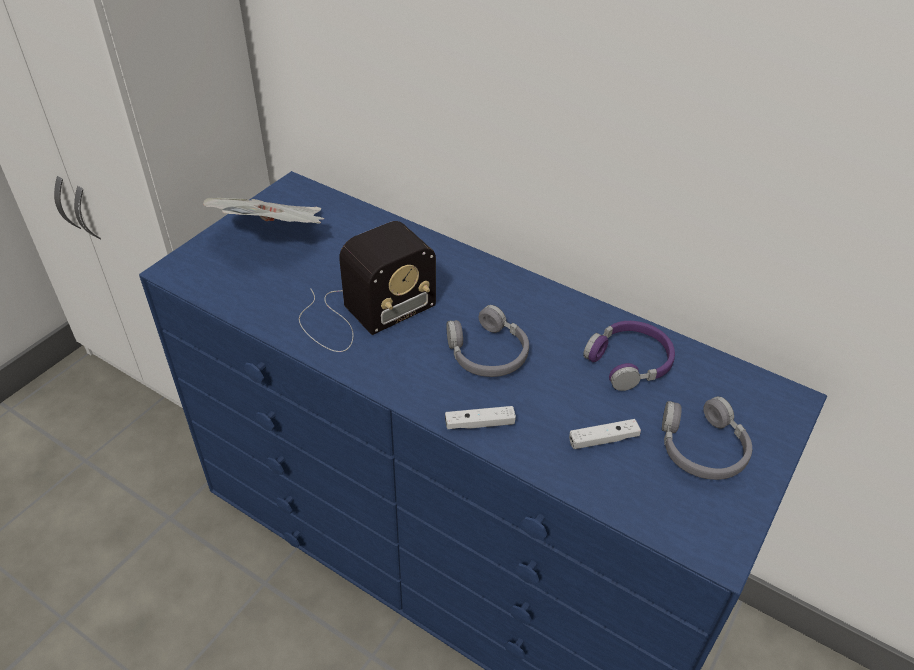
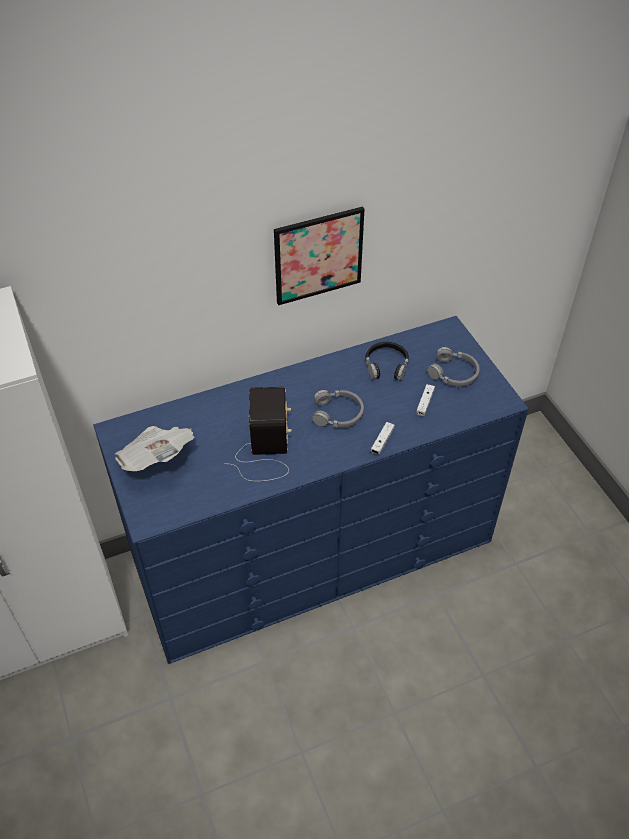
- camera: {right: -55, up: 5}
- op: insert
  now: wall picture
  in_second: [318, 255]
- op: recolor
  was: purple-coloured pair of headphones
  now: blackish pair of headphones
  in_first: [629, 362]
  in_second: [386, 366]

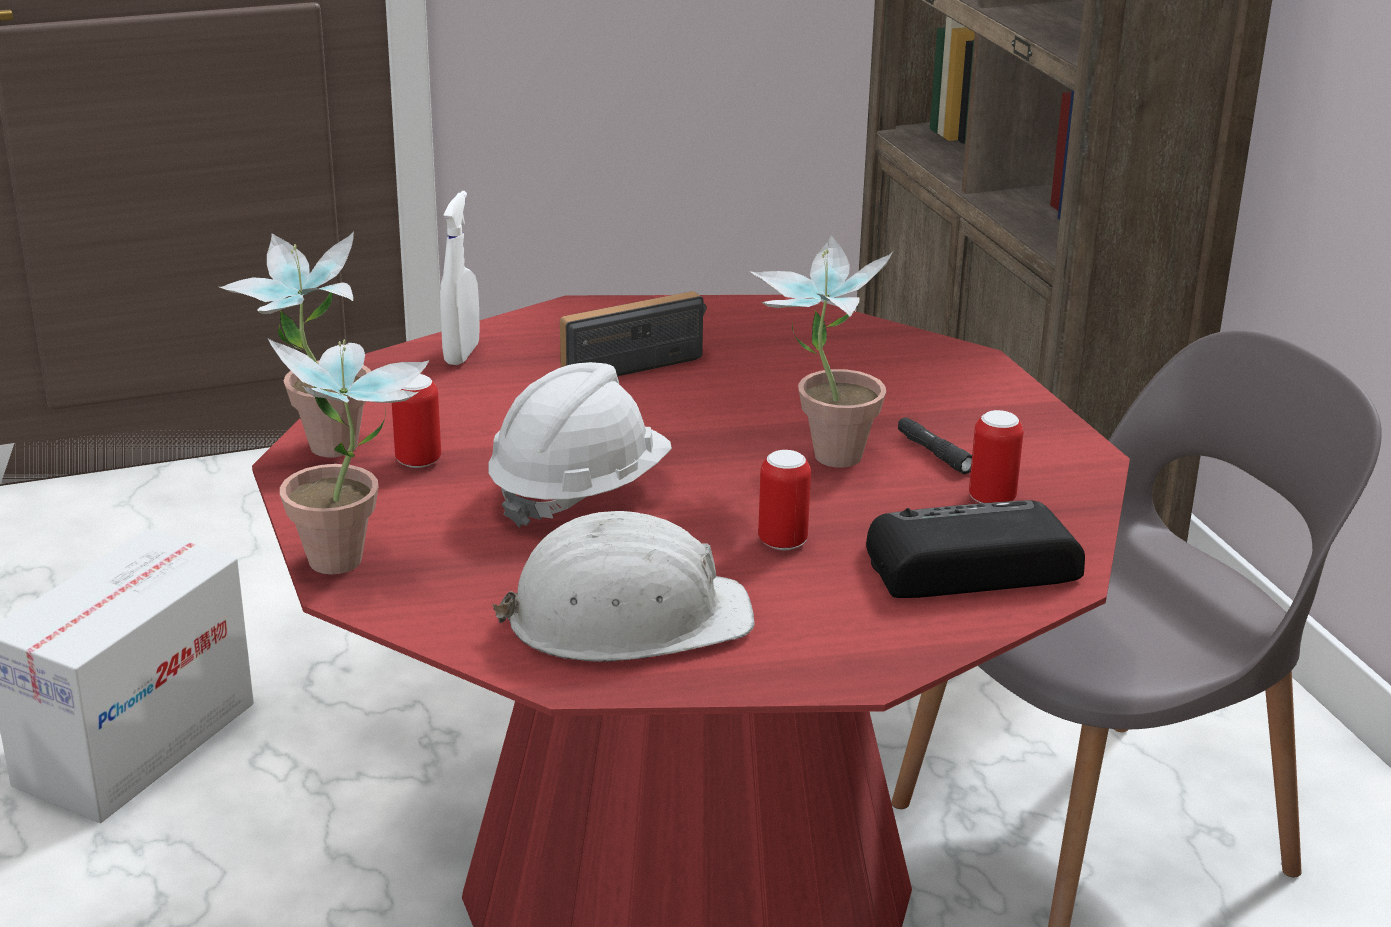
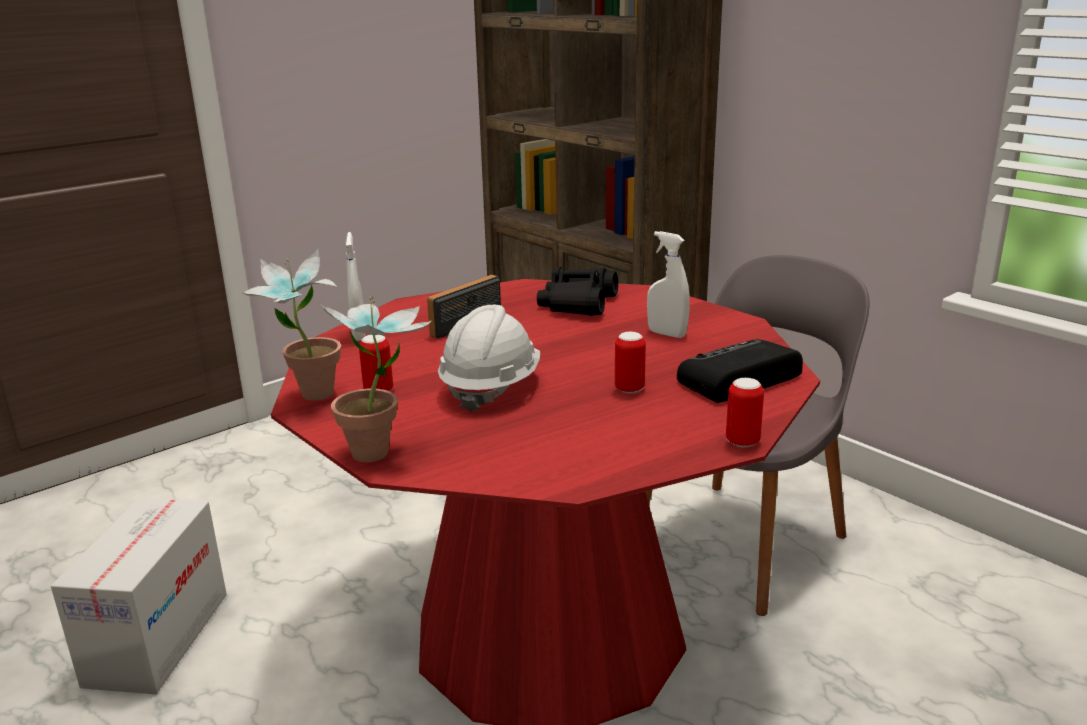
- camera: {right: -20, up: -5}
- op: insert
  now: blackish field glasses
  in_second: [578, 304]
- op: replace
  was: blackish hand torch
  now: white-coloured spray bottle
  in_first: [933, 453]
  in_second: [667, 334]
- op: move
  was: can
  in_first: [992, 499]
  in_second: [742, 442]
- op: delete
  was: white-coloured work helmet
  in_first: [626, 618]
- op: delete
  was: houseplant
  in_first: [819, 455]

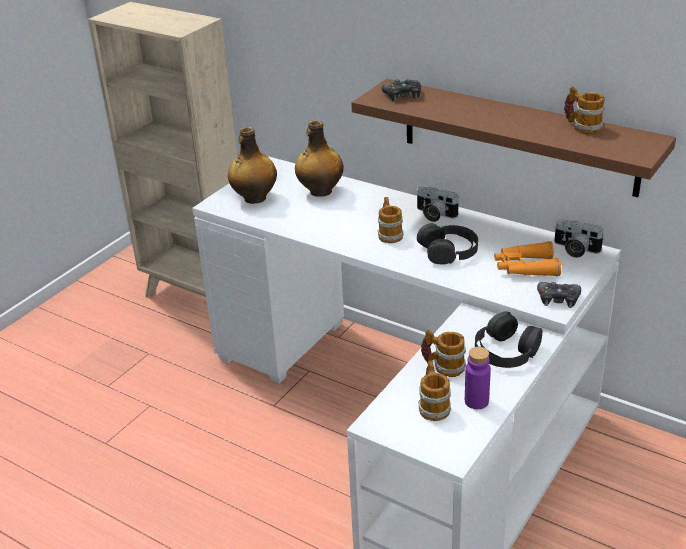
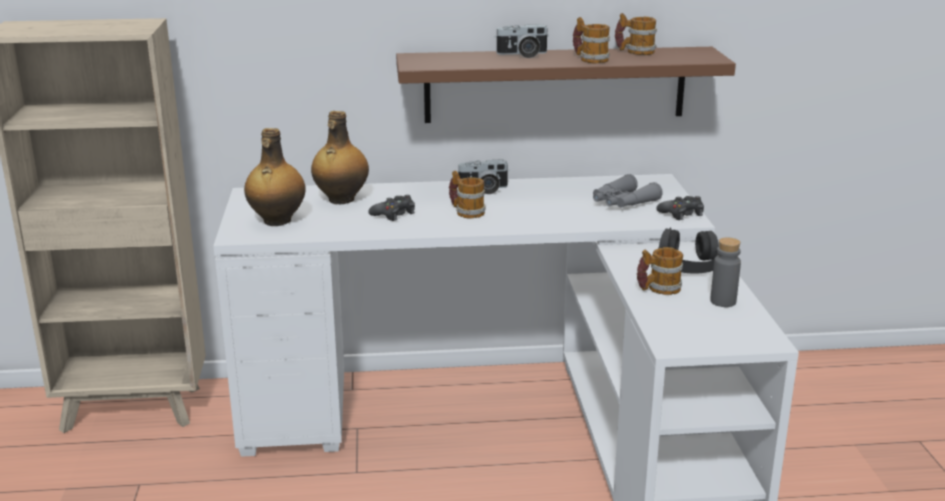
- camera: {right: -40, up: -10}
- op: move
  was: blackish gamepad
  in_first: [402, 95]
  in_second: [394, 214]
- op: move
  was: still camera
  in_first: [575, 249]
  in_second: [522, 55]
- op: move
  was: coffee mug
  in_first: [433, 406]
  in_second: [589, 59]
- op: recolor
  was: orange-coloured field glasses
  now: greyish field glasses
  in_first: [525, 268]
  in_second: [622, 202]
- op: recolor
  was: purple-coloured drink bottle
  now: greyish drink bottle
  in_first: [476, 401]
  in_second: [723, 301]
- op: delete
  was: blackish pair of headphones
  in_first: [449, 251]

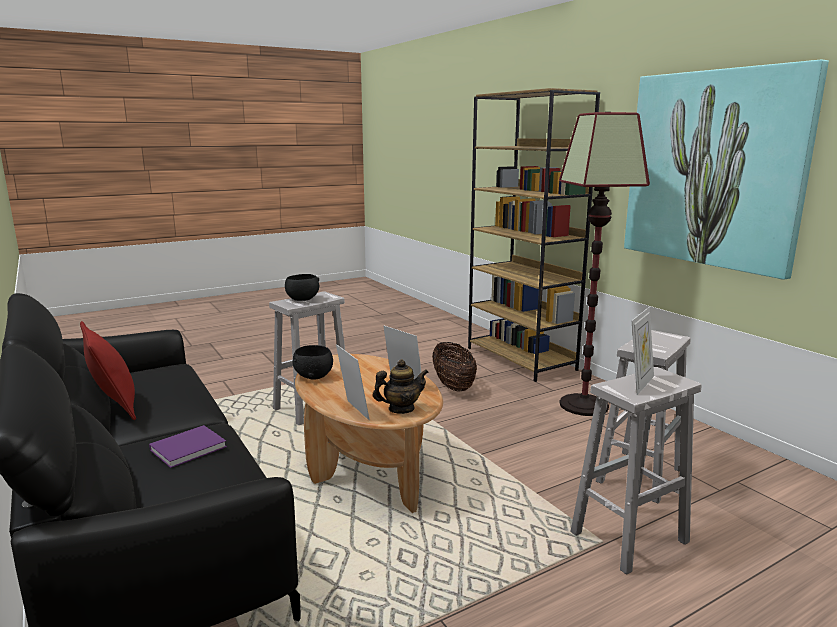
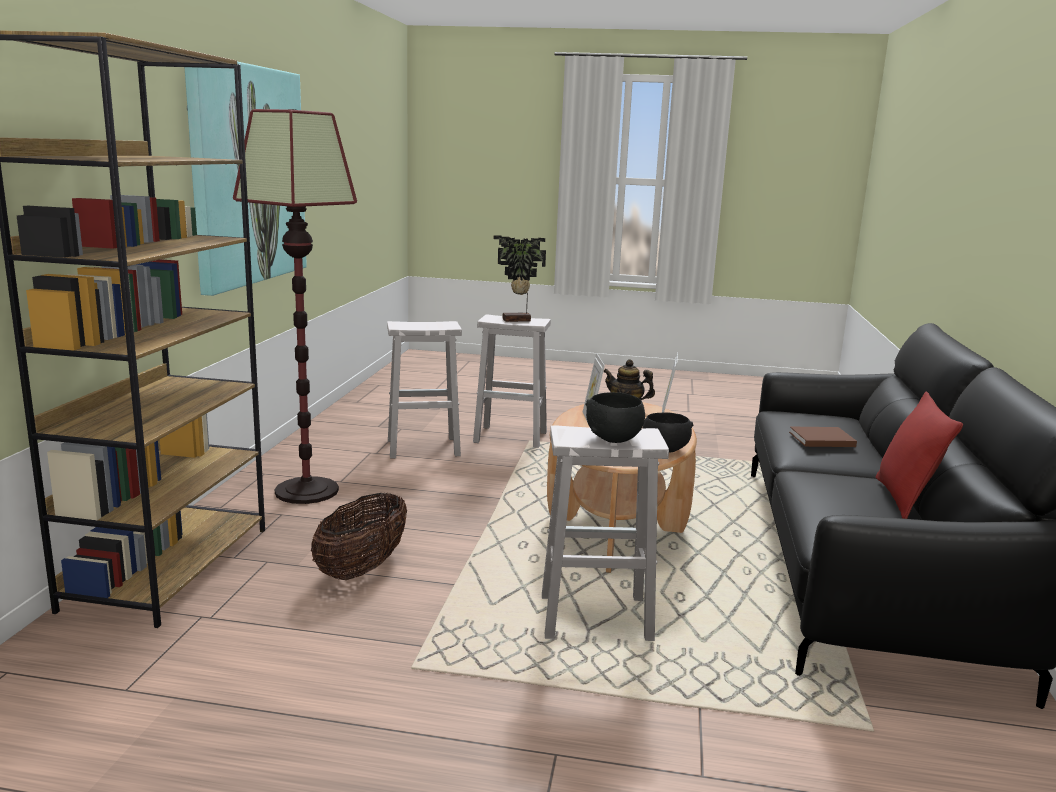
- camera: {right: -140, up: 0}
- op: replace
  was: photo frame
  now: houseplant
  in_first: [639, 383]
  in_second: [517, 320]
- op: recolor
  was: purple-coloured bound book
  now: brownish bound book
  in_first: [190, 447]
  in_second: [820, 439]

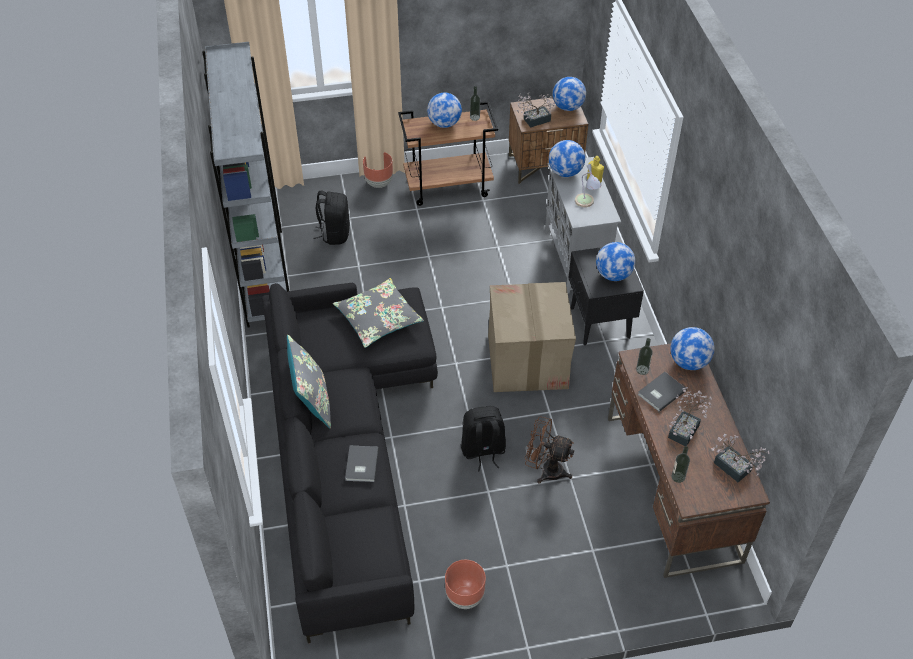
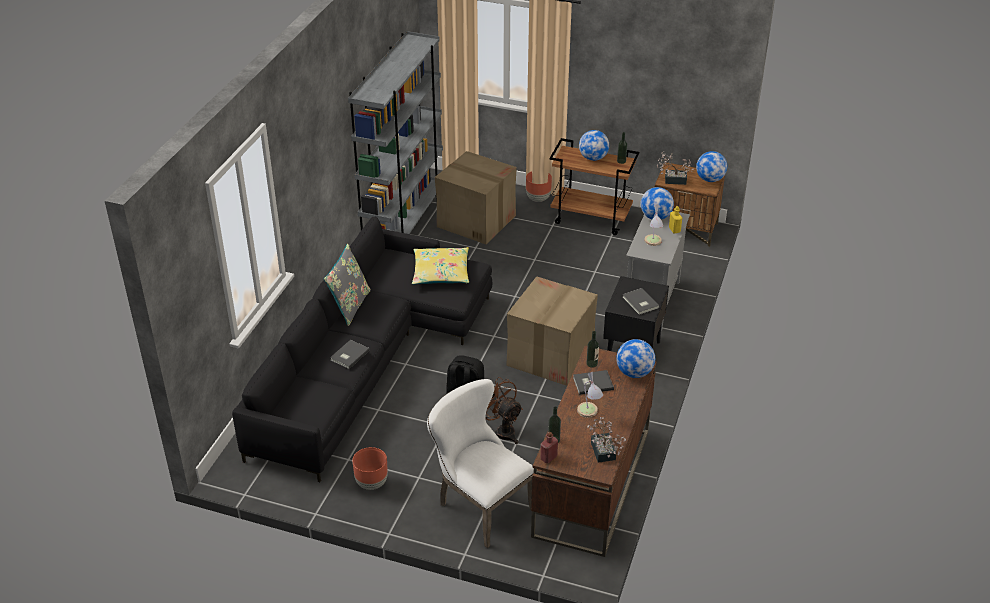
- camera: {right: 30, up: -10}
- op: recolor
  was: greyish throw pillow
  now: yellow throw pillow
  in_first: [378, 319]
  in_second: [441, 272]
- op: insert
  now: white-coloured plain chair
  in_second: [480, 505]
- op: replace
  was: blackish backpack
  now: carton
  in_first: [334, 234]
  in_second: [476, 221]
- op: insert
  now: reddish drink bottle
  in_second: [548, 458]
- op: replace
  was: houseplant
  now: table lamp
  in_first: [685, 429]
  in_second: [589, 413]
- op: replace
  was: globe
  now: greyish bound book
  in_first: [613, 275]
  in_second: [640, 303]

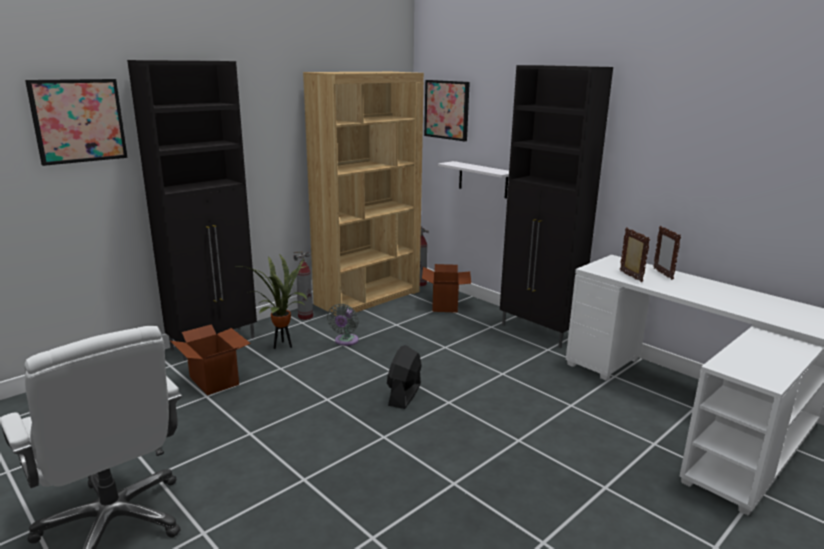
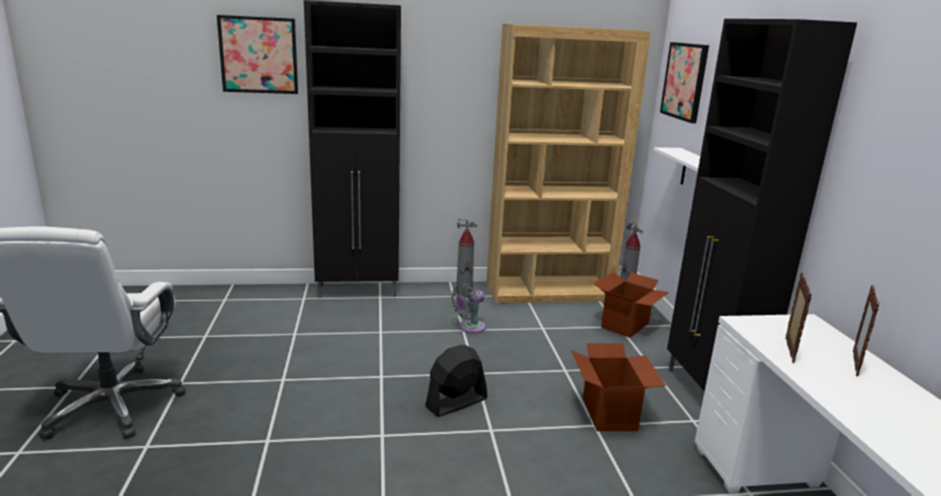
- camera: {right: 35, up: 0}
- op: move
  was: carton
  in_first: [215, 380]
  in_second: [610, 414]
- op: delete
  was: houseplant
  in_first: [281, 346]

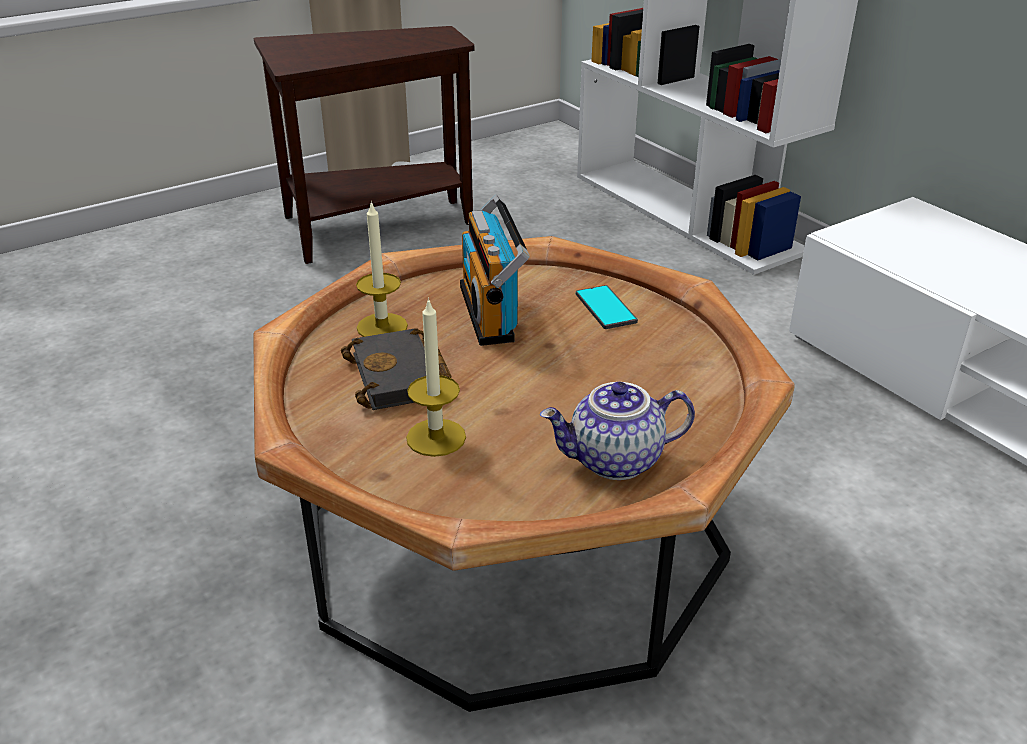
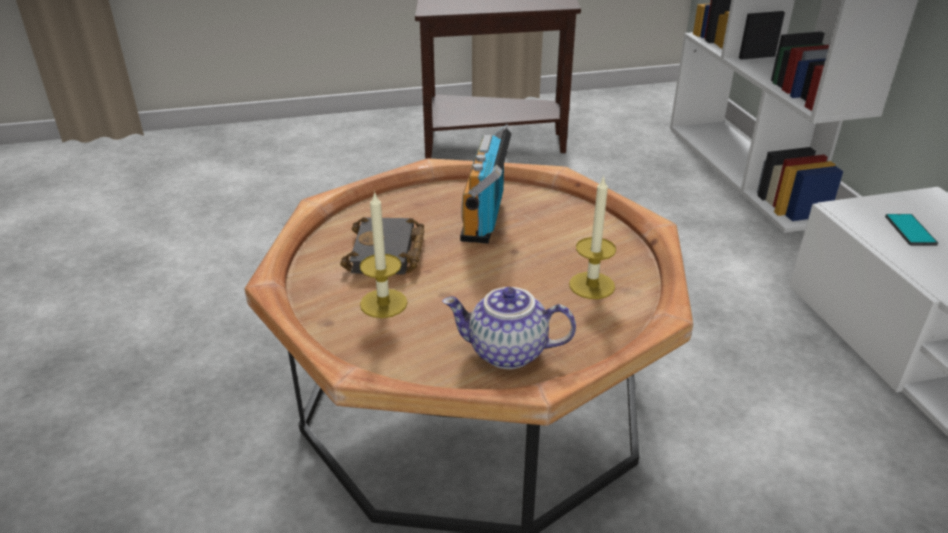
- camera: {right: 20, up: 0}
- op: move
  was: wax light
  in_first: [382, 327]
  in_second: [592, 285]
- op: move
  was: phone
  in_first: [606, 308]
  in_second: [910, 230]

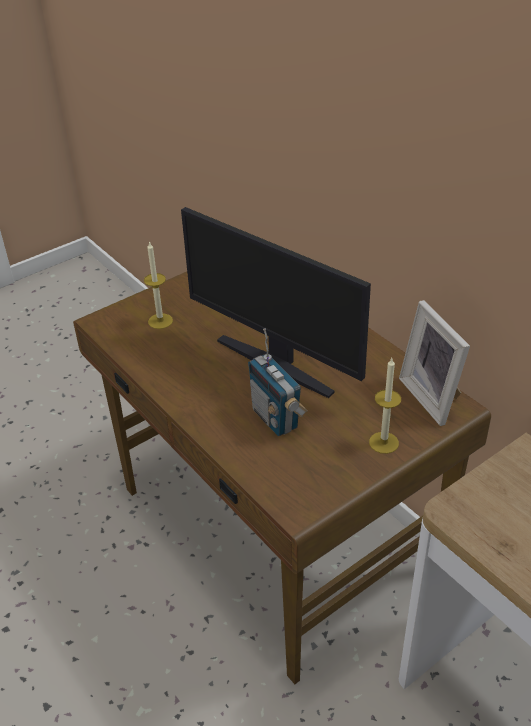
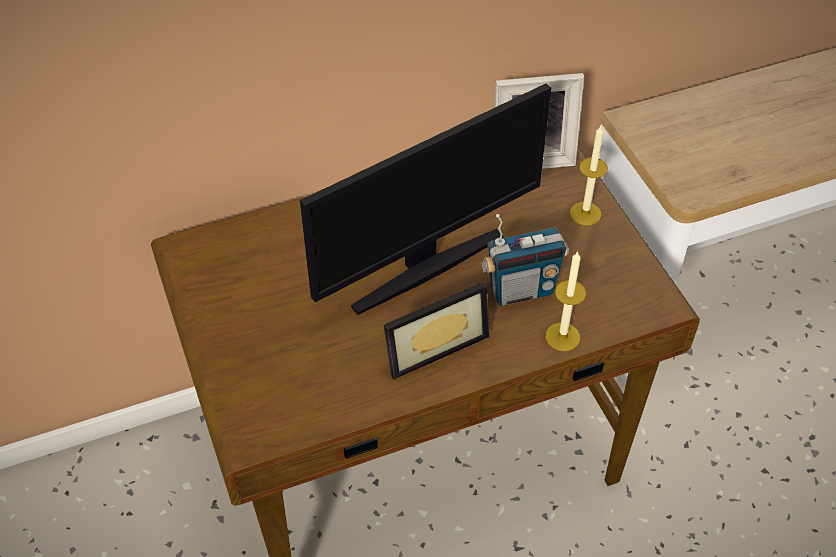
- camera: {right: -75, up: 10}
- op: insert
  now: photo frame
  in_second: [432, 343]
- op: move
  was: wax light
  in_first: [160, 321]
  in_second: [562, 337]

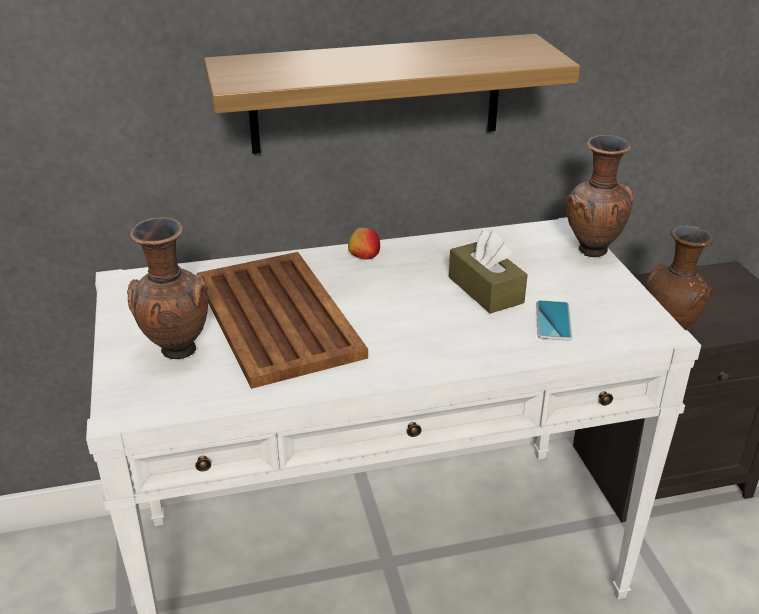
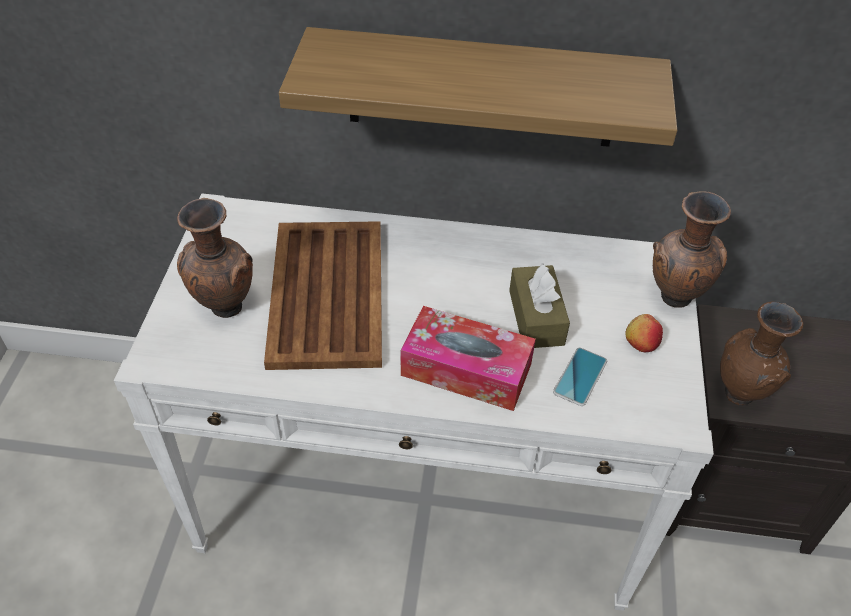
- camera: {right: 20, up: 15}
- op: insert
  now: tissue box
  in_second: [466, 369]
- op: move
  was: whole apple
  in_first: [364, 256]
  in_second: [641, 343]

